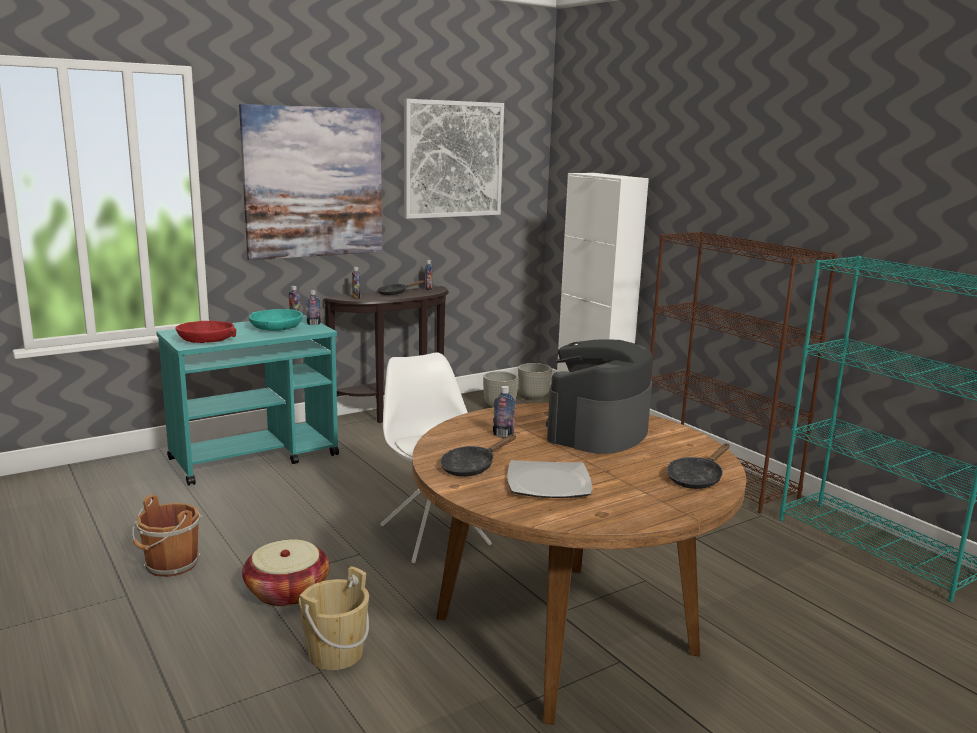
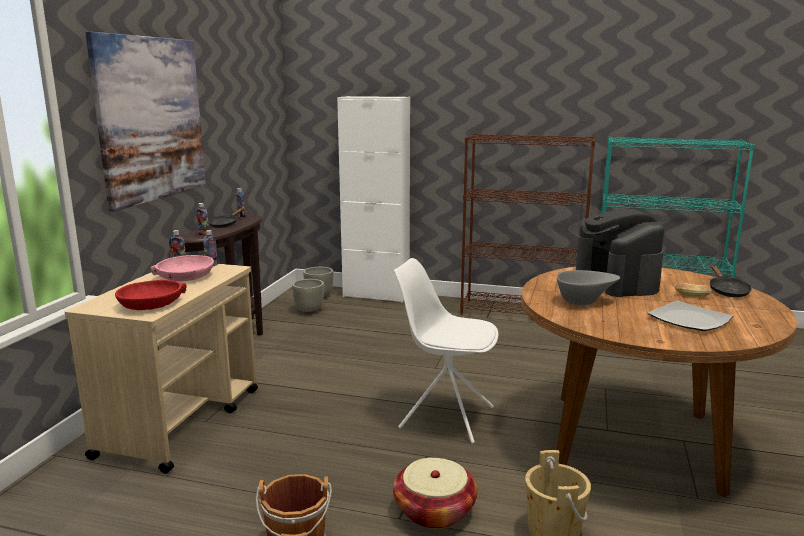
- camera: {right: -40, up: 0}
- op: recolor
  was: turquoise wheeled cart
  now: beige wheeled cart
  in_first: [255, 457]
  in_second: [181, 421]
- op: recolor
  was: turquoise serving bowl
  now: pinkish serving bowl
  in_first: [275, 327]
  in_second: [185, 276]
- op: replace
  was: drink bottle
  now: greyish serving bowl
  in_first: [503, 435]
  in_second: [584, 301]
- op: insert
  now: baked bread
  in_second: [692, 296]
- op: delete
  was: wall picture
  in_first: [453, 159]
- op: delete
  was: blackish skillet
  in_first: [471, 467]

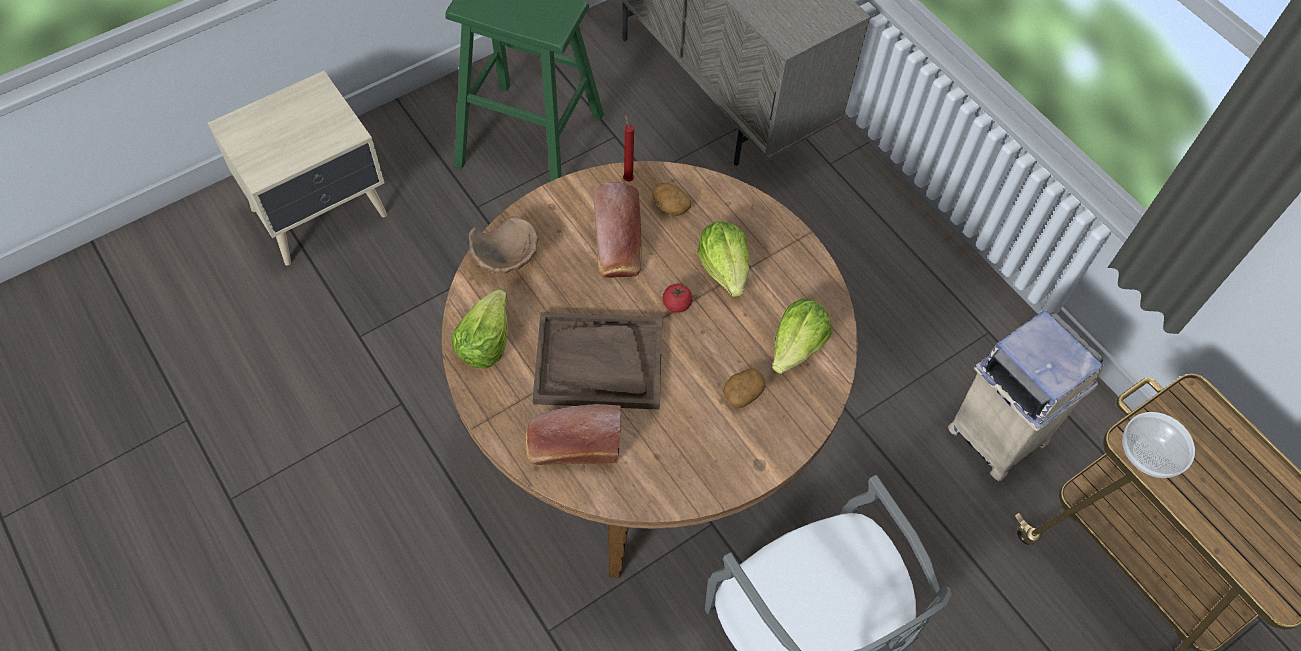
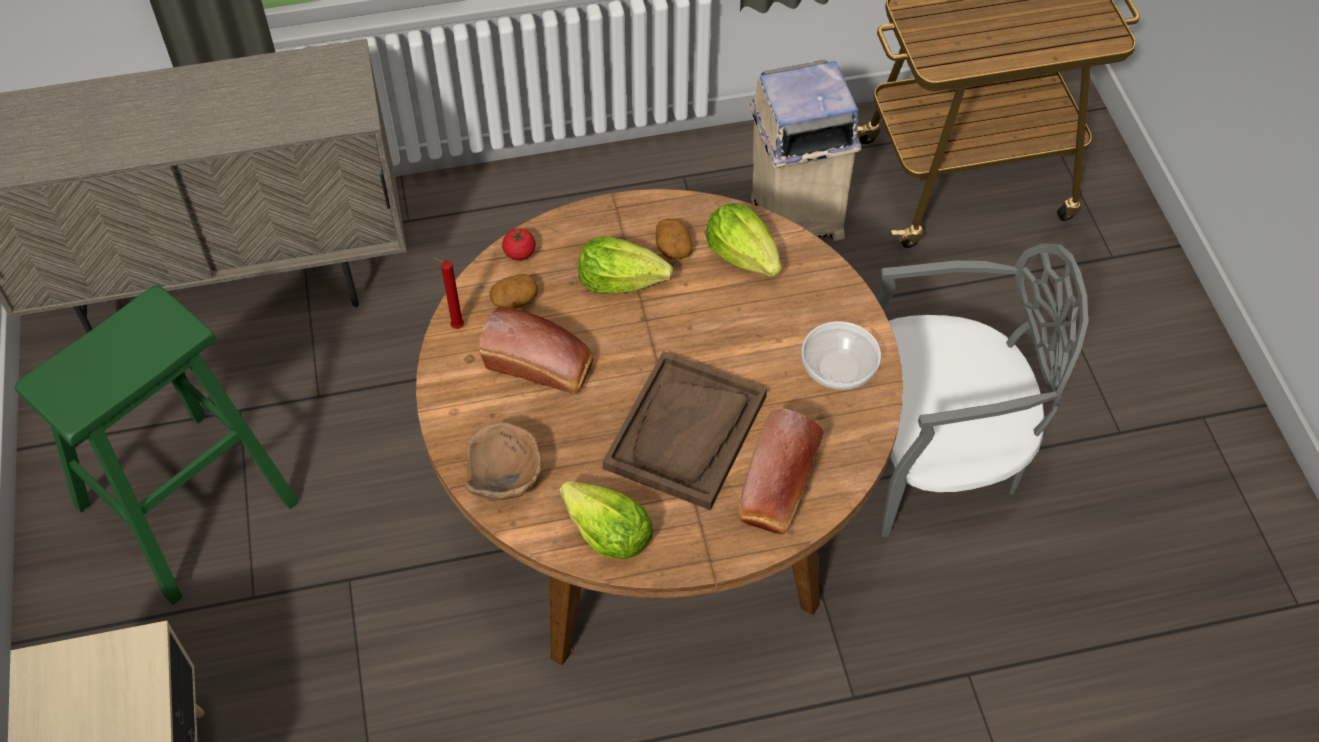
- camera: {right: -65, up: -5}
- op: move
  was: whole tomato
  in_first: [676, 304]
  in_second: [519, 253]
- op: move
  was: spud
  in_first: [743, 392]
  in_second: [673, 247]
- op: move
  was: serving bowl
  in_first: [1149, 454]
  in_second: [839, 369]

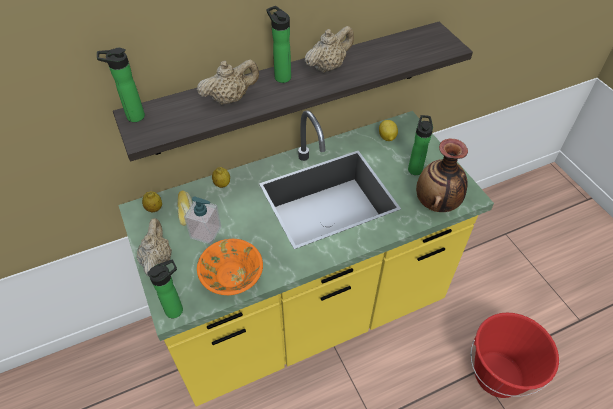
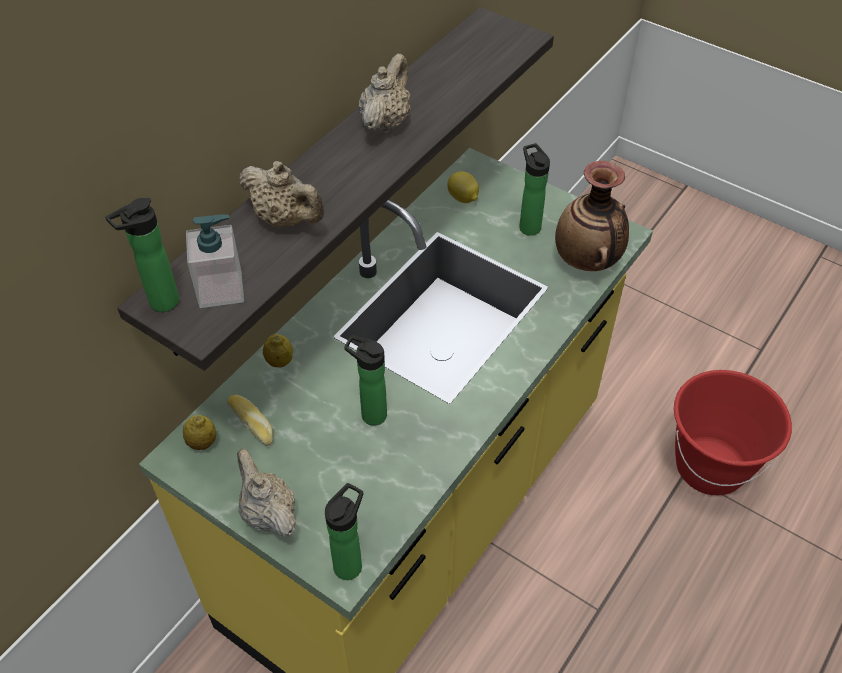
- camera: {right: -30, up: 0}
- op: move
  was: soap bottle
  in_first: [206, 232]
  in_second: [221, 289]
- op: rotate
  was: beige pot for tea
  in_first: [230, 99]
  in_second: [286, 219]
  clockwise: 90
- op: move
  was: drink bottle
  in_first: [281, 76]
  in_second: [370, 414]
- op: delete
  was: orange-coloured serving bowl
  in_first: [232, 277]

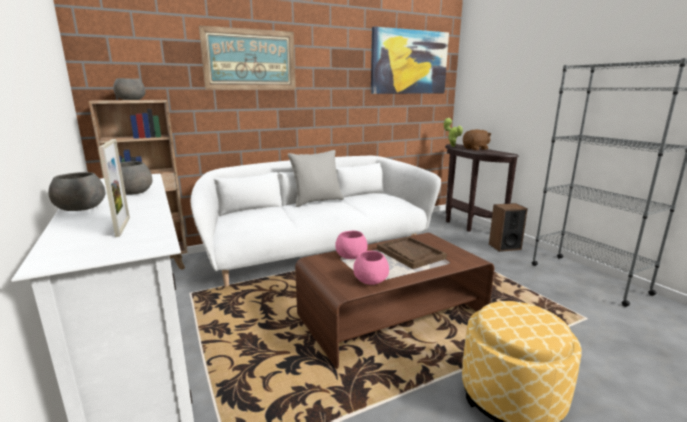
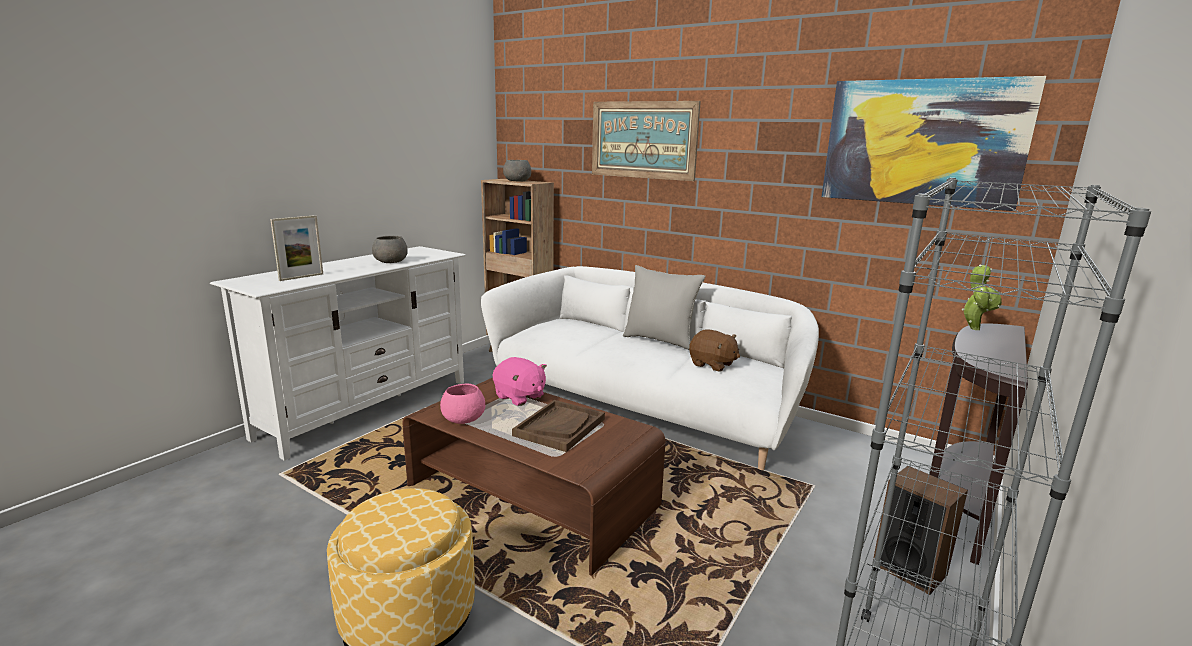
- camera: {right: 60, up: 0}
- op: replace
  was: pinkish serving bowl
  now: pinkish cuddly toy
  in_first: [350, 256]
  in_second: [519, 397]
- op: move
  was: brownish cuddly toy
  in_first: [476, 149]
  in_second: [712, 364]
- op: delete
  was: greyish serving bowl
  in_first: [82, 208]

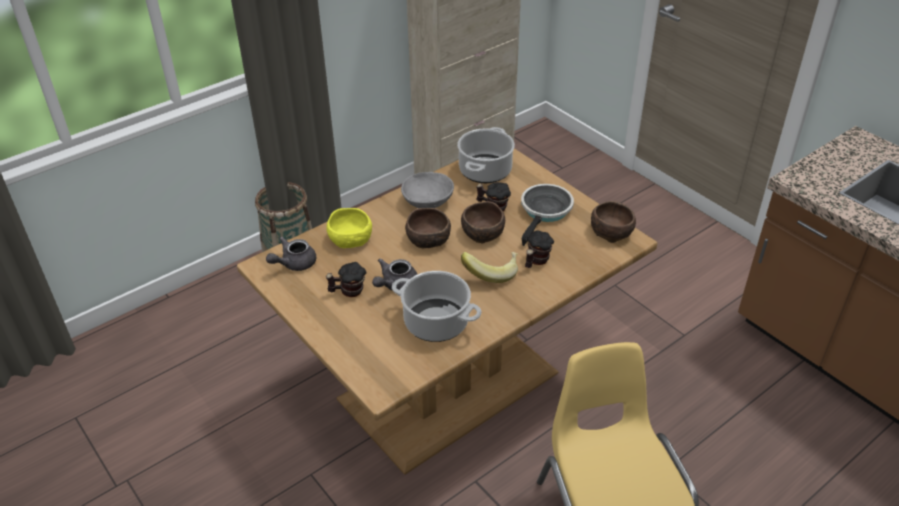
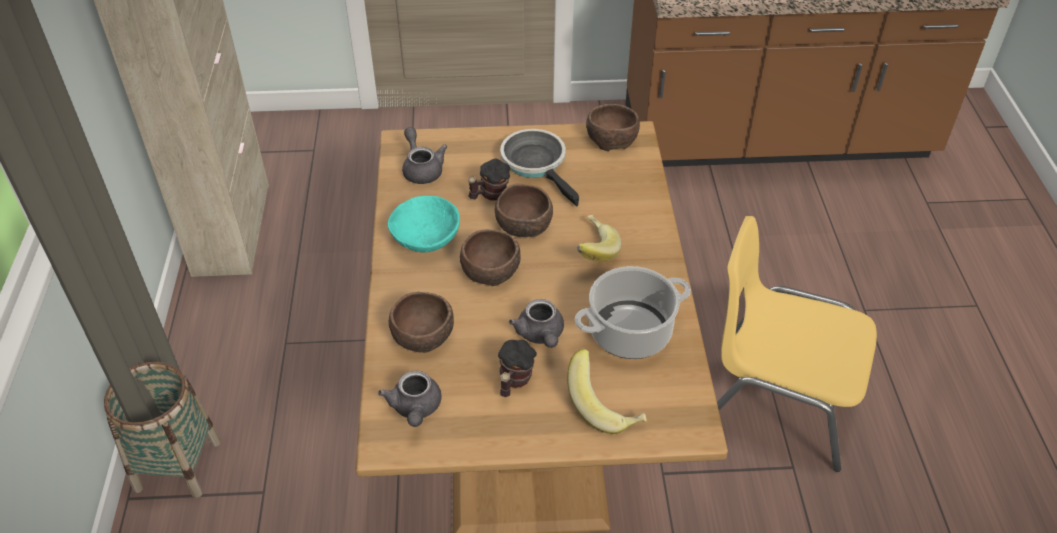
- camera: {right: -55, up: 5}
- op: recolor
  was: greyish serving bowl
  now: turquoise serving bowl
  in_first: [428, 202]
  in_second: [426, 238]
- op: recolor
  was: yellow serving bowl
  now: brownish serving bowl
  in_first: [351, 239]
  in_second: [424, 335]
- op: replace
  was: stockpot
  now: greyish pot for tea
  in_first: [485, 170]
  in_second: [422, 169]
- op: insert
  now: banana fruit
  in_second: [605, 406]
- op: delete
  was: coffee mug
  in_first: [536, 261]

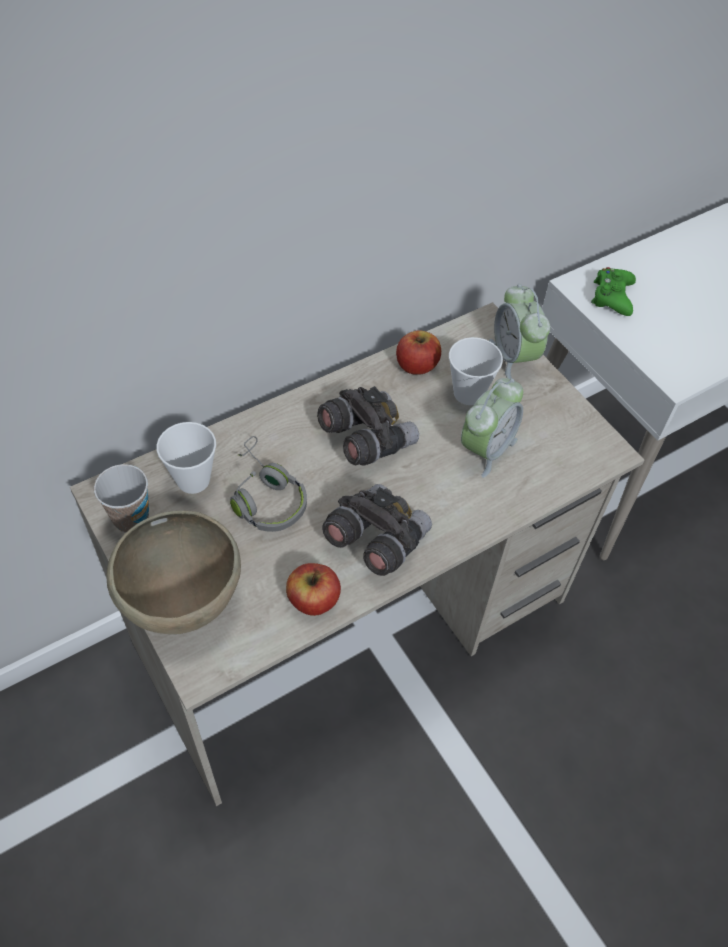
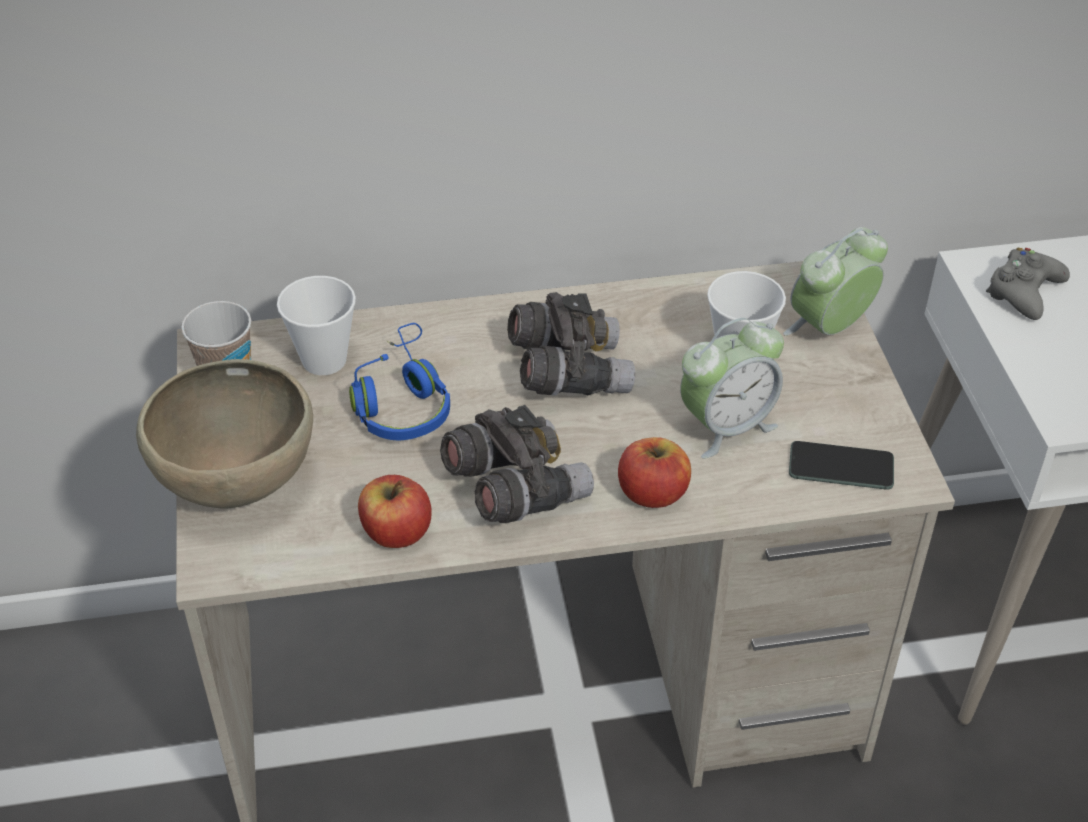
- camera: {right: 25, up: -10}
- op: recolor
  was: greyish pair of headphones
  now: blue pair of headphones
  in_first: [265, 496]
  in_second: [401, 402]
- op: move
  was: whole apple
  in_first: [416, 365]
  in_second: [652, 493]
- op: rotate
  was: table clock
  in_first: [513, 357]
  in_second: [829, 328]
  clockwise: 45
- op: insert
  now: phone
  in_second: [841, 467]
- op: recolor
  was: green gamepad
  now: greyish gamepad
  in_first: [612, 297]
  in_second: [1024, 292]

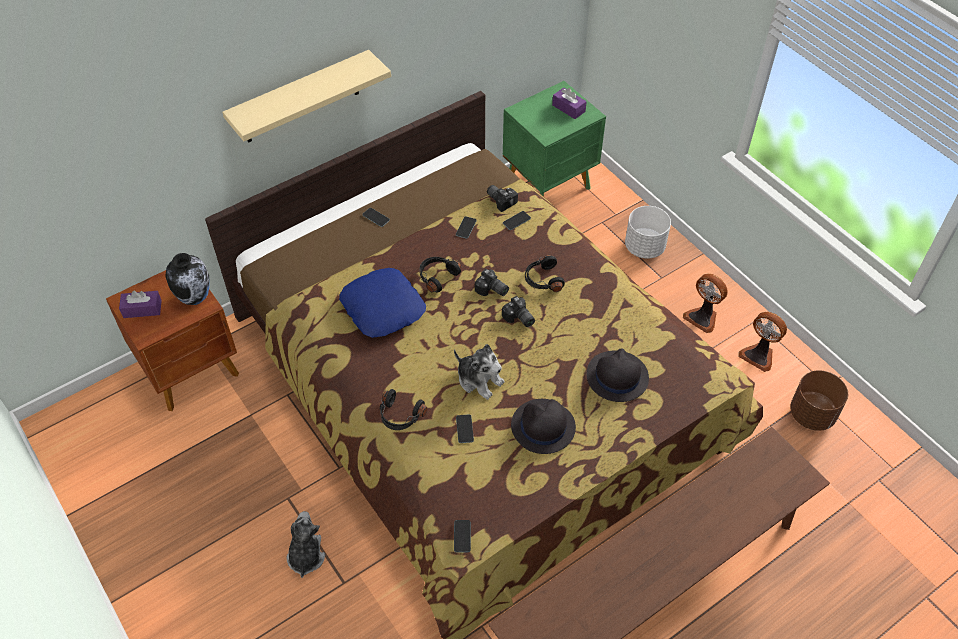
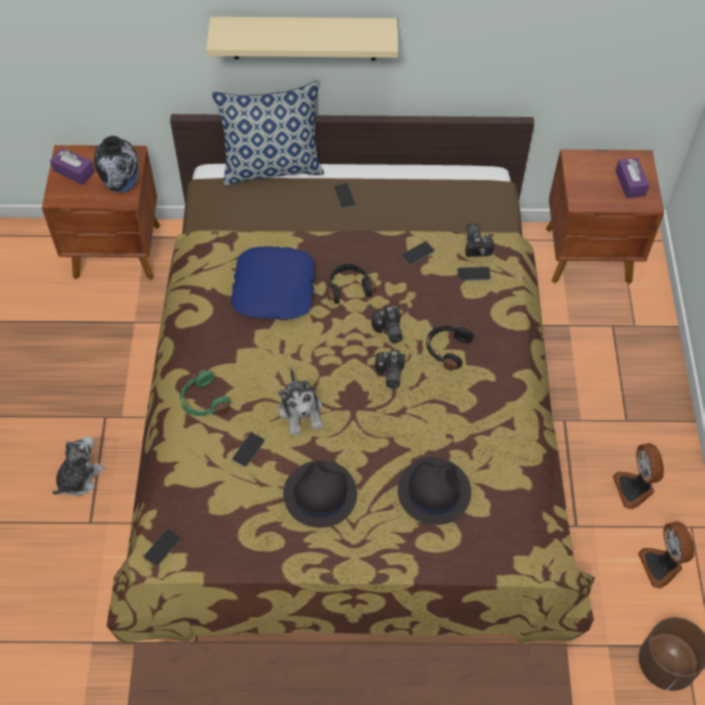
- camera: {right: 35, up: 5}
- op: recolor
  was: blackish pair of headphones
  now: green pair of headphones
  in_first: [400, 416]
  in_second: [203, 401]
- op: insert
  now: throw pillow
  in_second: [272, 167]
- op: recolor
  was: green bedside table
  now: brownish bedside table
  in_first: [549, 185]
  in_second: [589, 256]
- op: delete
  was: white-coloured planter
  in_first: [645, 247]

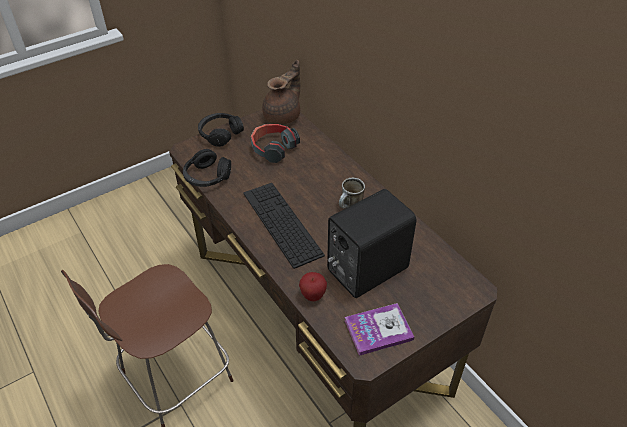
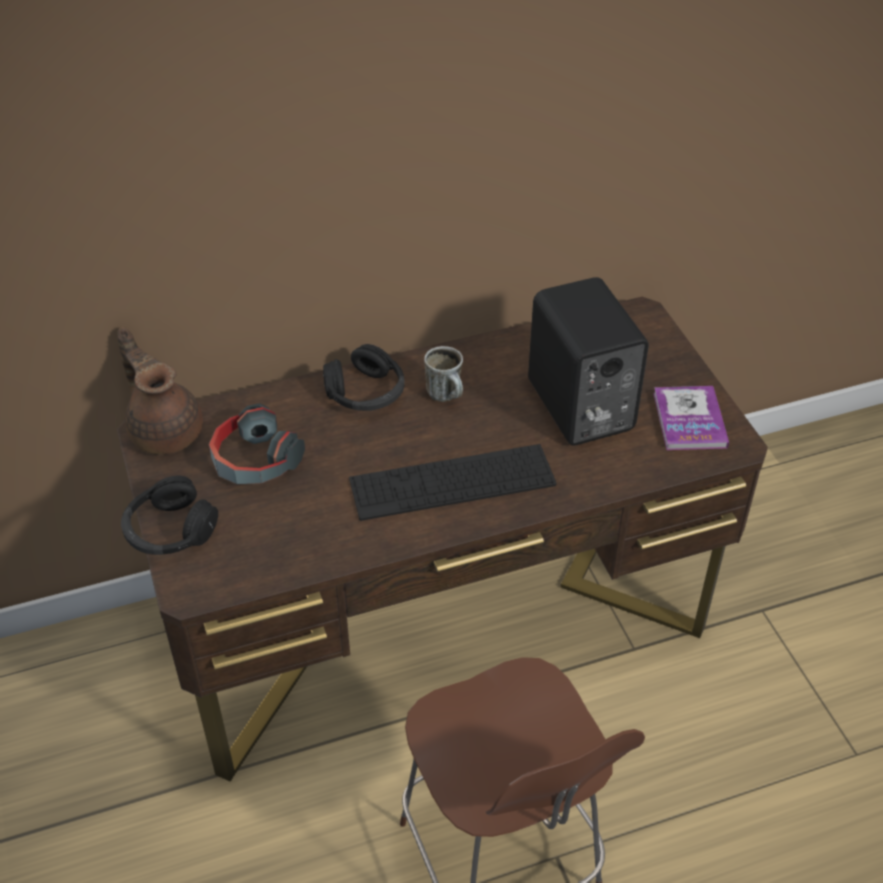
- camera: {right: -75, up: 0}
- op: move
  was: blackish pair of headphones
  in_first: [207, 177]
  in_second: [365, 393]
- op: delete
  was: whole apple
  in_first: [313, 296]

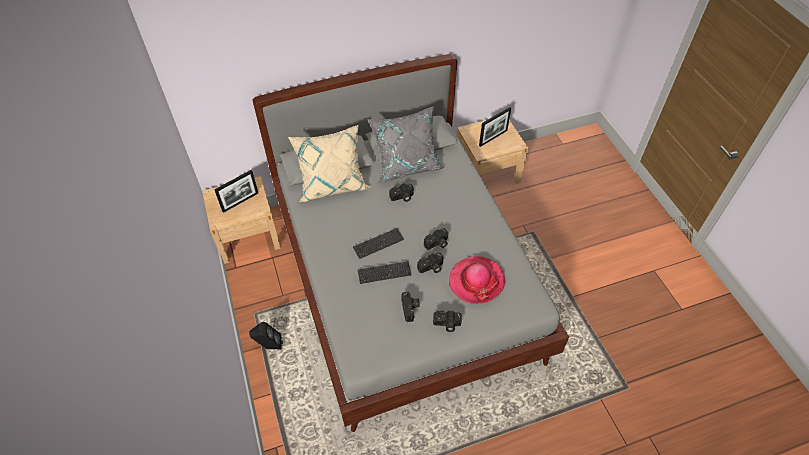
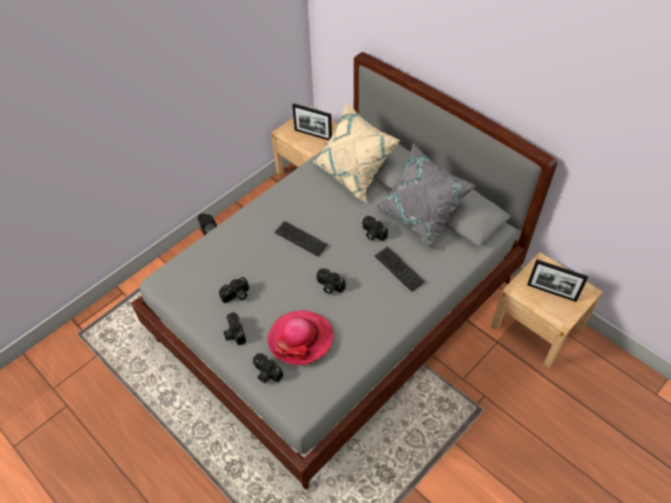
- camera: {right: 65, up: 0}
- op: move
  was: still camera
  in_first: [431, 268]
  in_second: [266, 373]
- op: move
  was: keyboard
  in_first: [384, 273]
  in_second: [399, 269]

